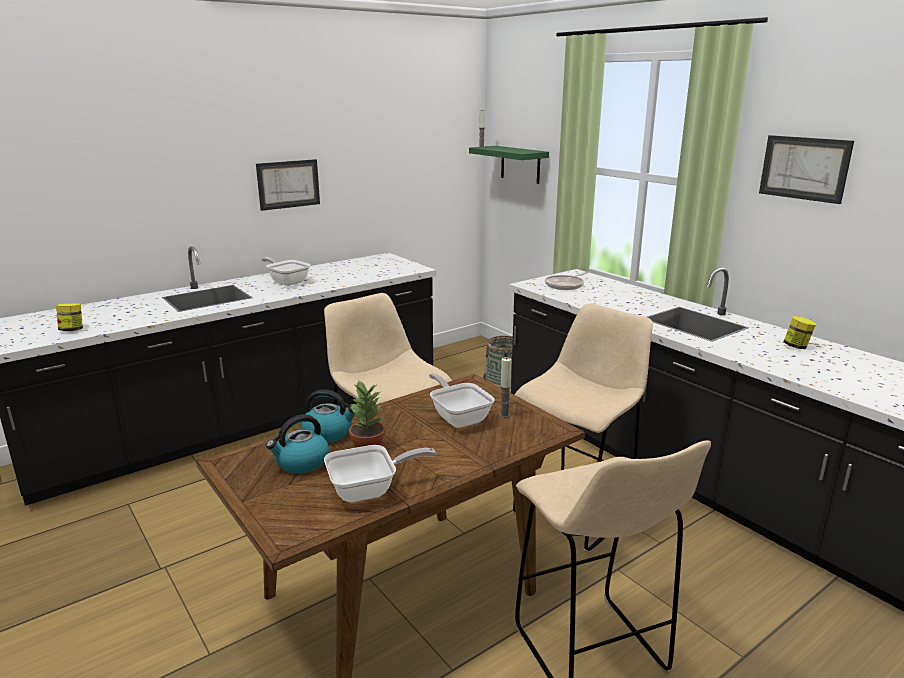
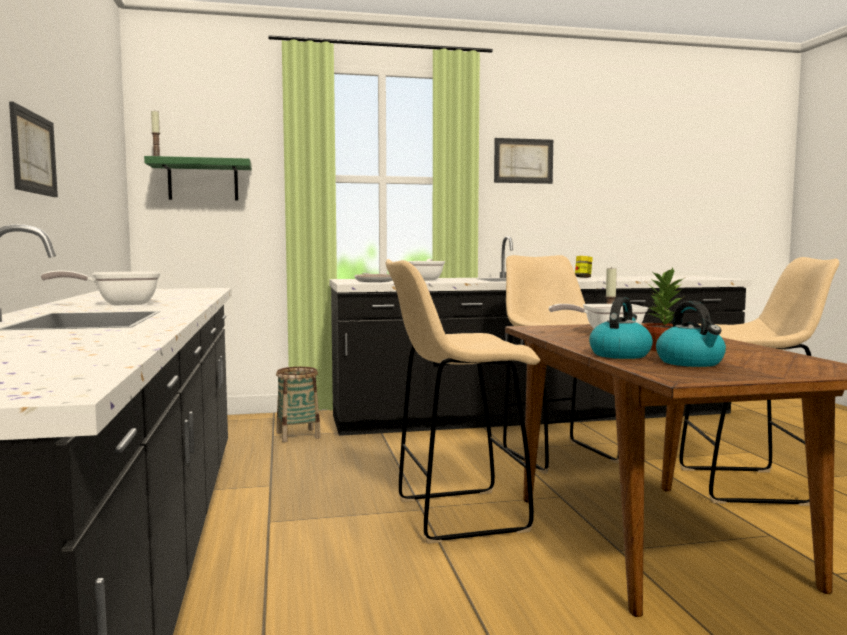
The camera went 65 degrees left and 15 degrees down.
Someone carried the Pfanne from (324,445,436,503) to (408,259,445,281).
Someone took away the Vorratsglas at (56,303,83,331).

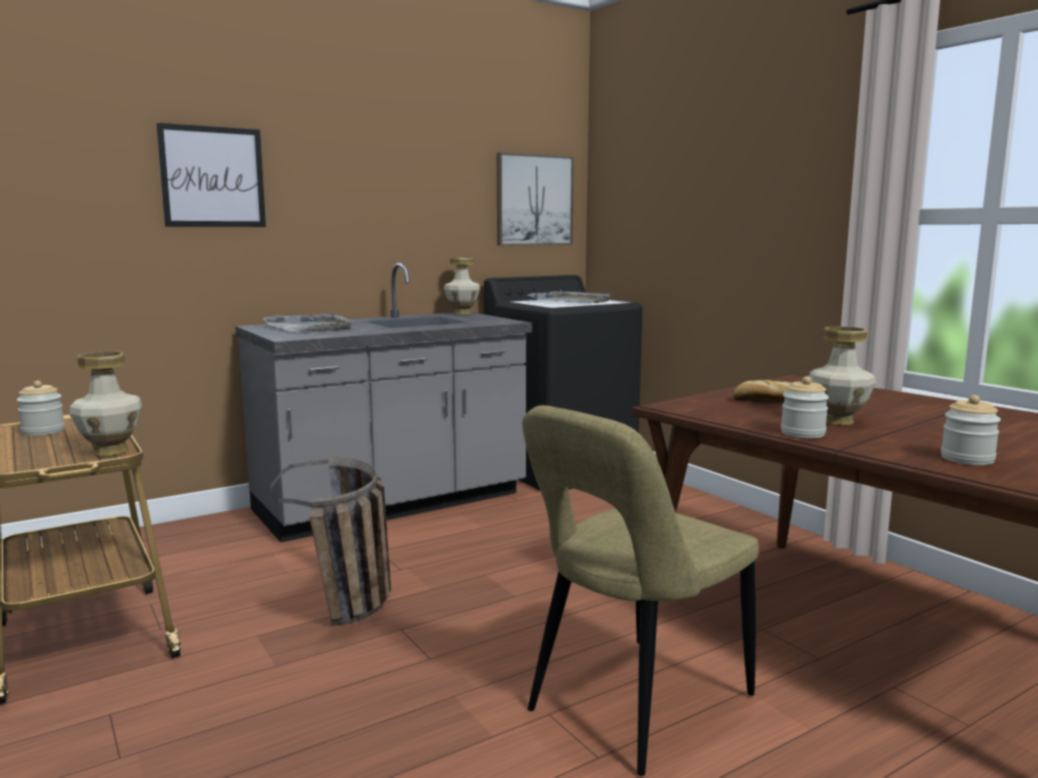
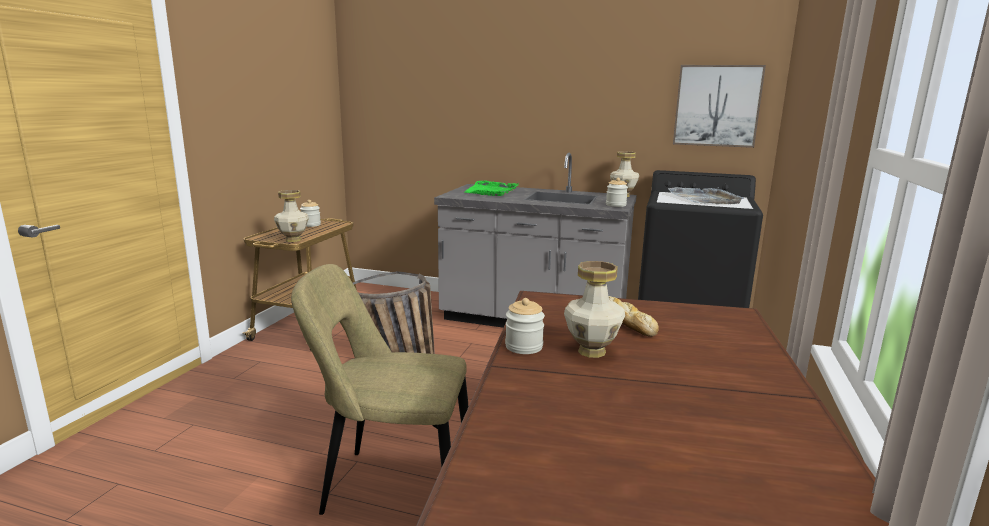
The camera went 50 degrees right and 5 degrees up.
Someone repainted the Tablett/grau at (263,313,355,332), which became the Tablett/grün at (465,181,519,196).
Someone carried the Vorratsglas from (941,395,1001,465) to (606,177,628,207).
Someone took away the Bild at (156,123,266,227).

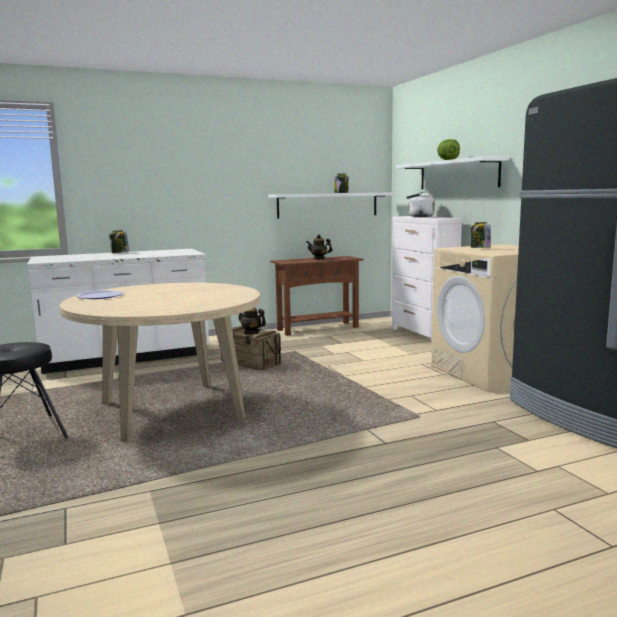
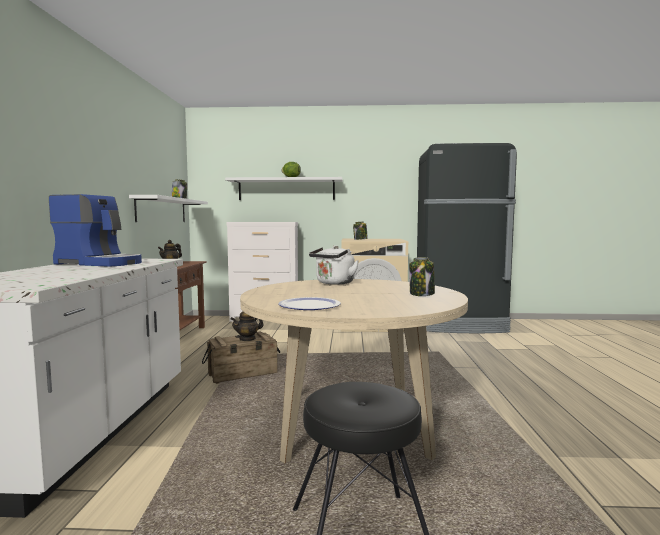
The camera went 65 degrees left and 5 degrees down.
Someone put down the Kaffeemaschine at (49,194,142,267).
Someone carried the Wasserkessel/weiß from (407,191,435,217) to (309,246,359,285).
Someone carried the Vorratsglas from (109,230,129,253) to (409,257,435,296).

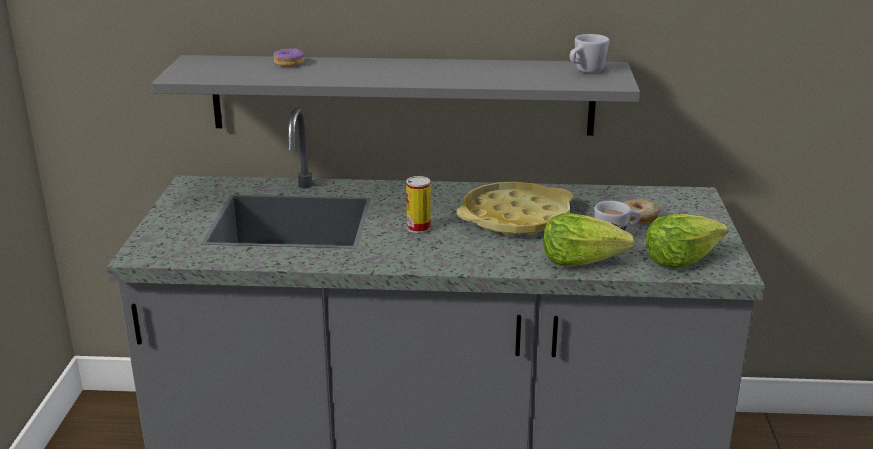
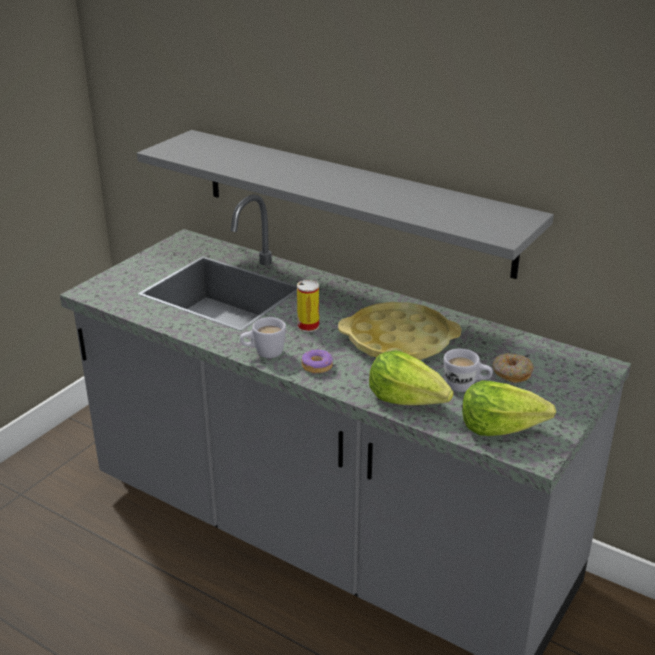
The camera went 30 degrees right and 5 degrees up.
Someone carried the Henkelbecher/weiß from (570,34,609,73) to (240,317,286,358).
Someone carried the Donut from (273,48,304,67) to (301,349,333,373).

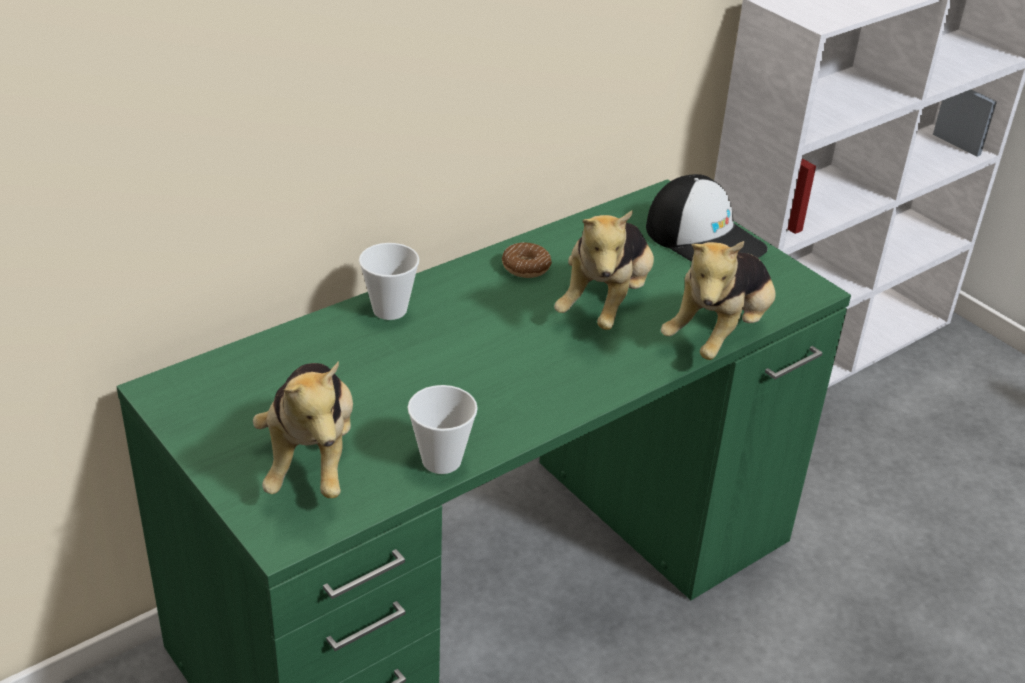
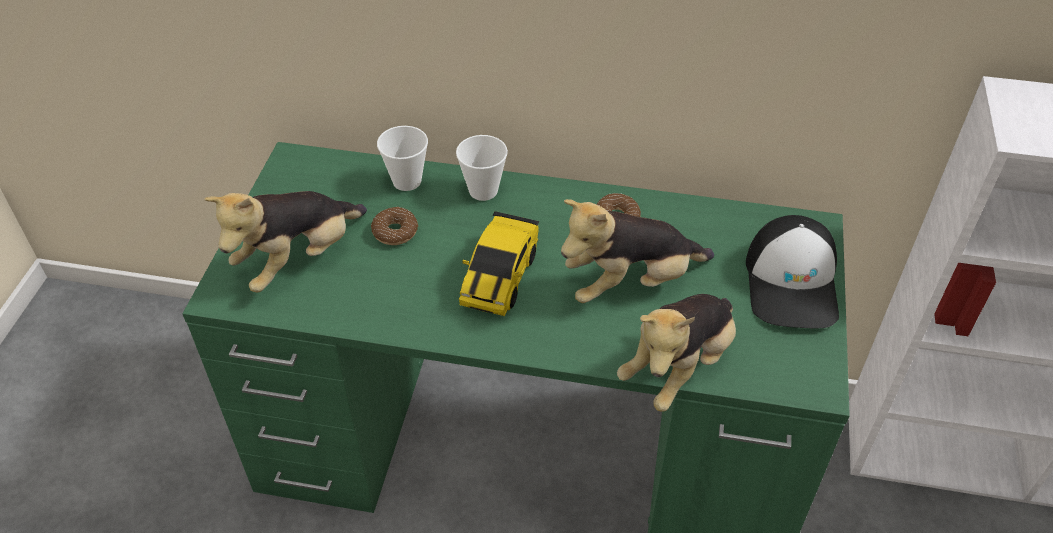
The camera went 50 degrees right and 10 degrees up.
Someone put down the Donut at (371,207,418,245).
Someone carried the Tasse from (408,385,478,474) to (377,126,428,191).
Someone put down the Spielzeugauto at (459,211,540,316).
Someone rotated the Plüschtier at (660,241,776,360) by 45 degrees counterclockwise.

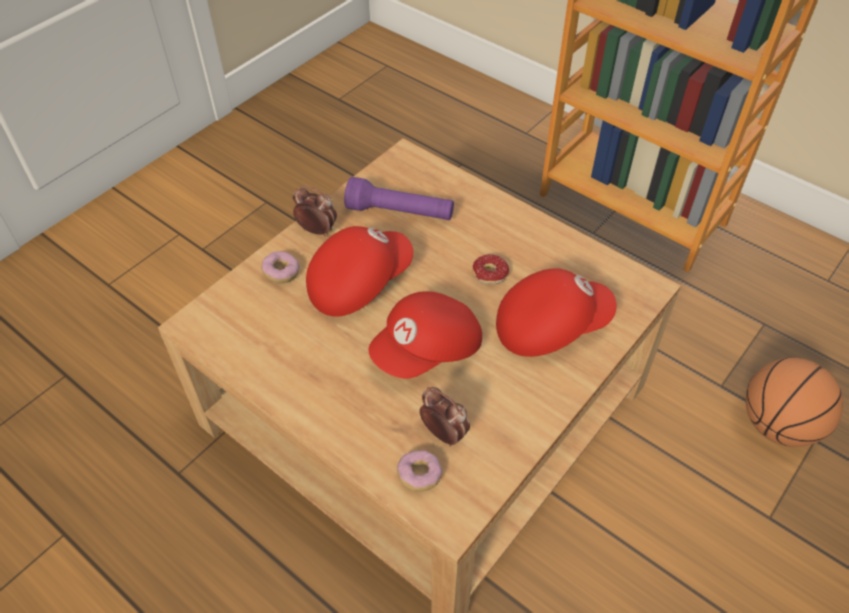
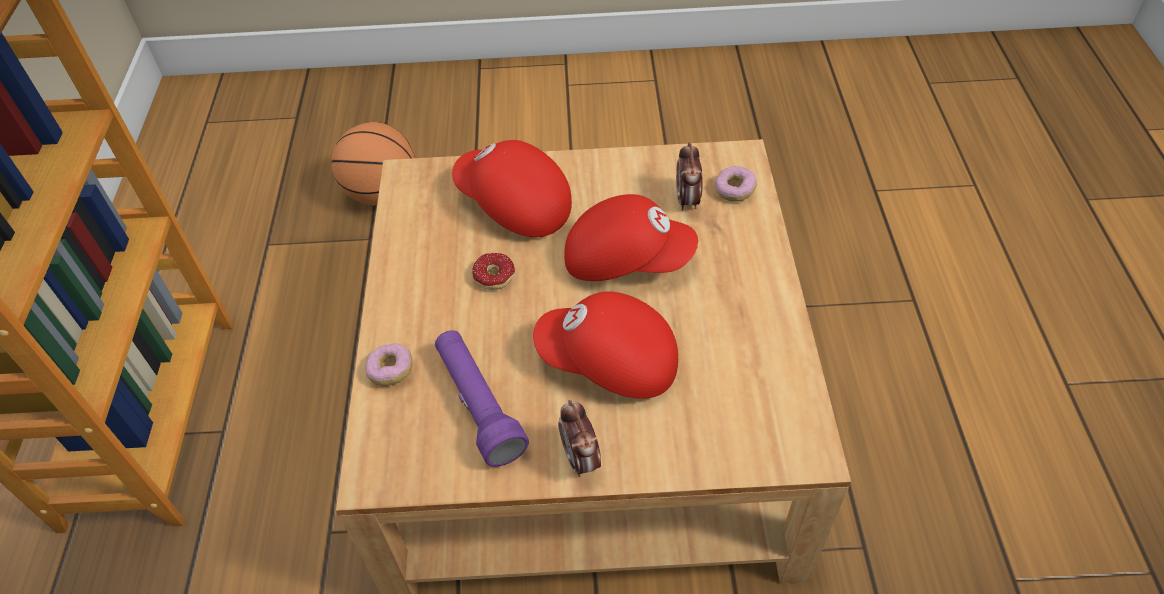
The camera went 130 degrees left and 0 degrees up.
Someone carried the Donut from (261,251,299,283) to (366,343,413,386).

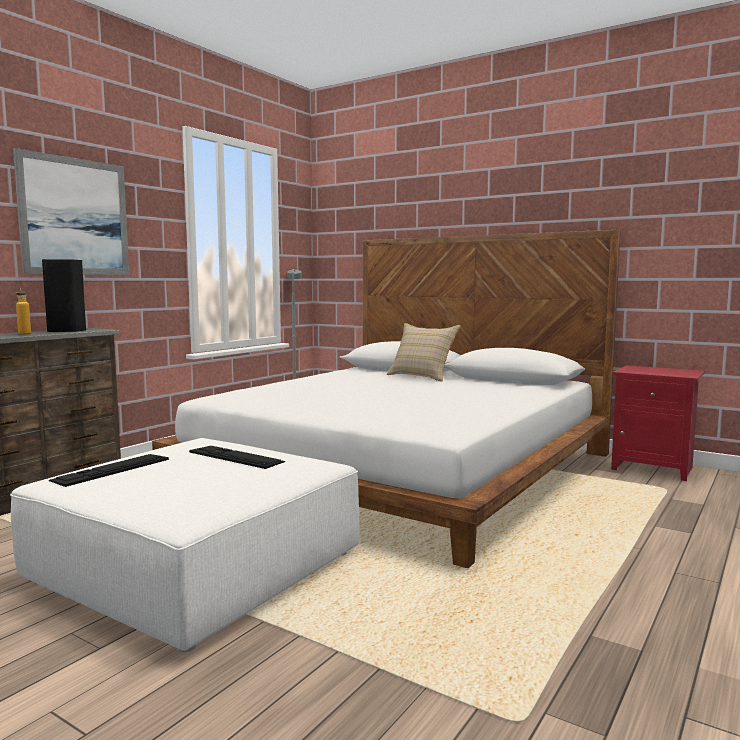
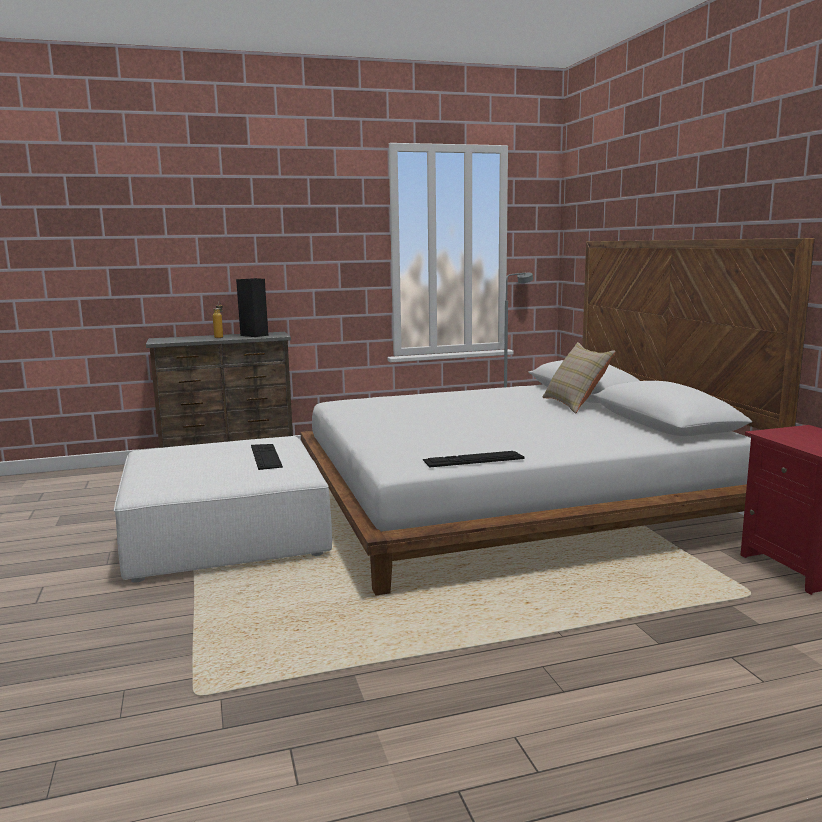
The camera went 40 degrees right and 5 degrees up.
Someone carried the Tastatur from (49,454,169,487) to (423,451,525,468).
Someone took away the Bild at (13,148,129,275).

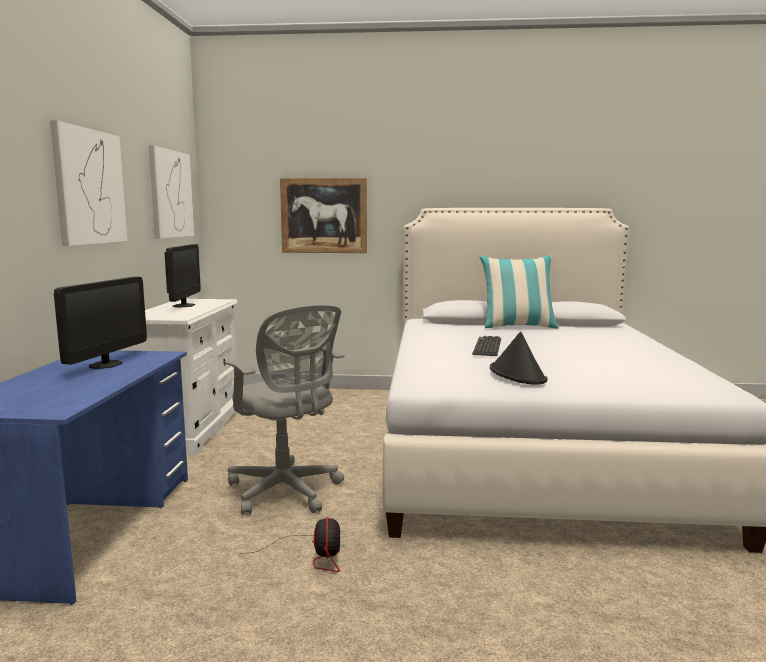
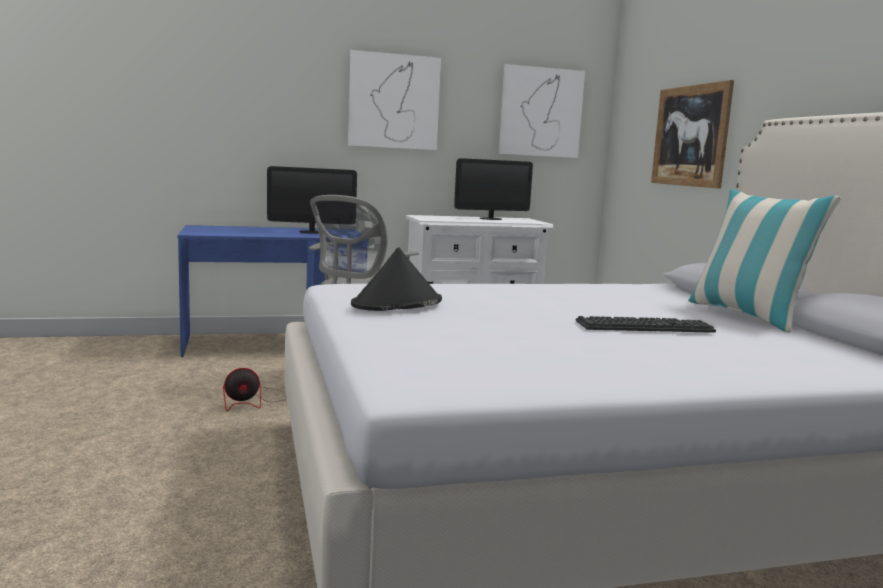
The camera went 70 degrees right and 0 degrees up.
Someone carried the Tastatur from (472,336,501,356) to (575,316,716,333).

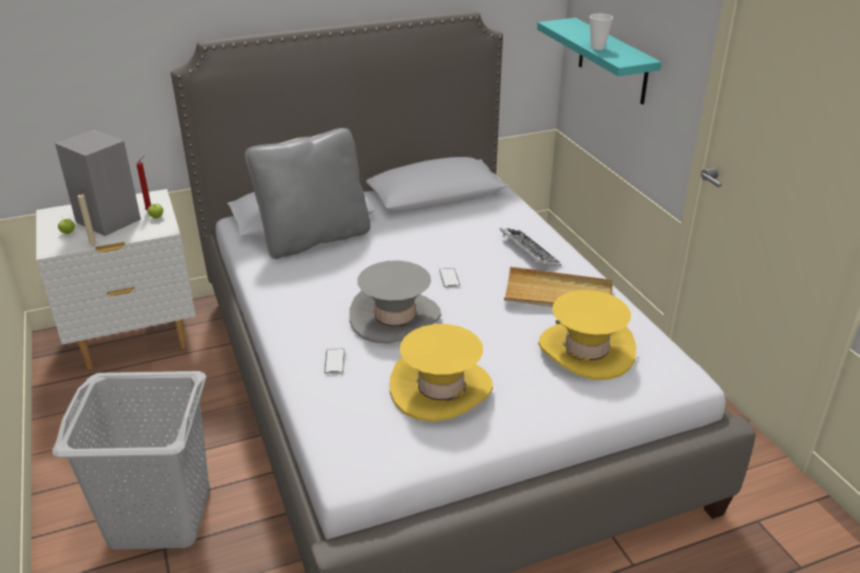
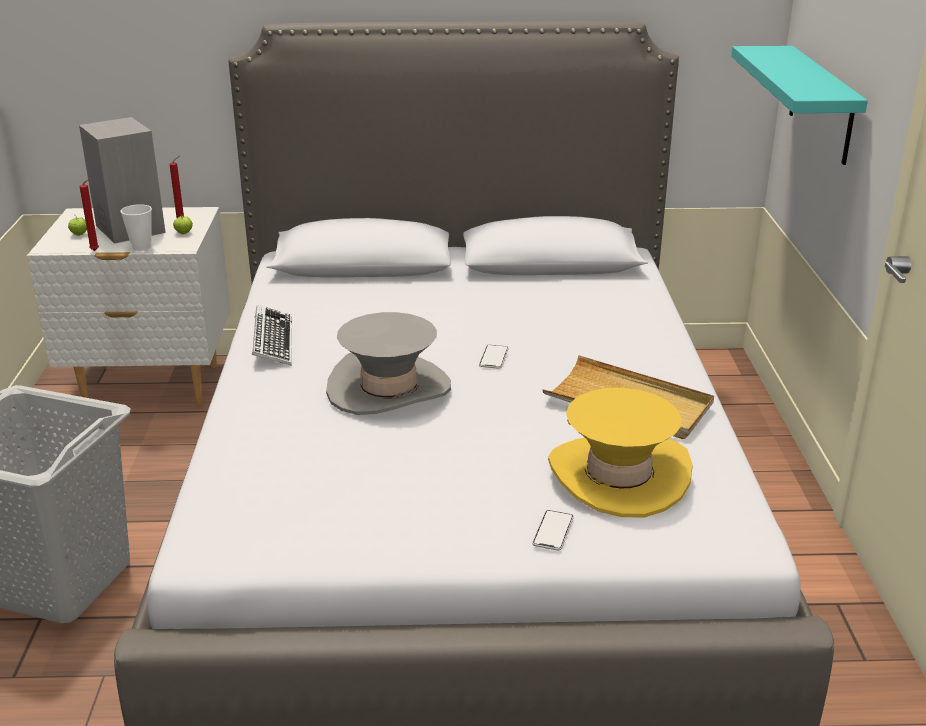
The camera went 20 degrees right and 5 degrees down.
Someone repainted the Kerze/beige at (77,189,97,246), which became the Kerze/rot at (80,178,99,251).
Someone carried the Tasse from (589,14,613,50) to (121,204,152,251).
Someone carried the Tastatur from (499,228,561,266) to (252,305,292,366).
Someone carried the Handy from (324,349,345,374) to (532,510,574,550).
Someone took away the Kissen/grau at (245,128,371,259).
Someone took away the Hut/gelb at (390,324,493,422).

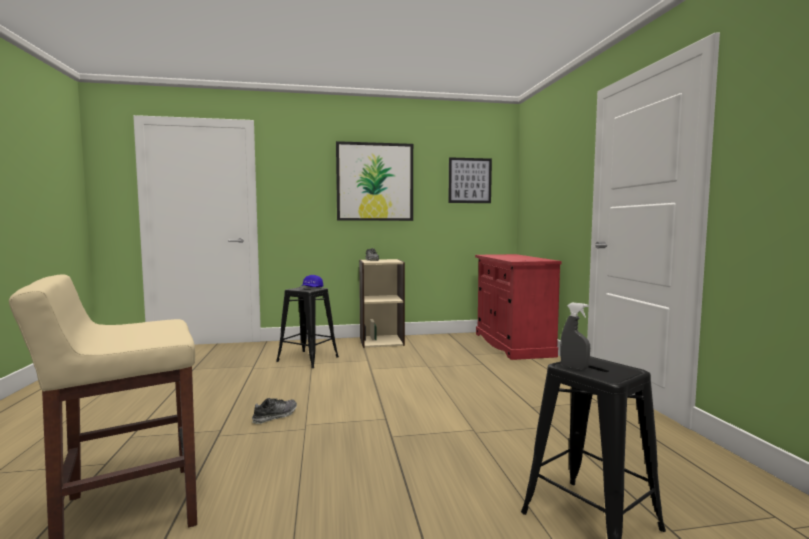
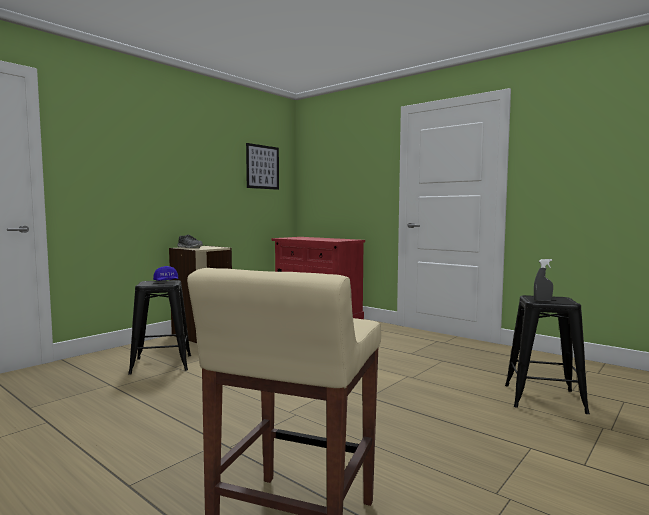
The camera went 40 degrees left and 0 degrees up.
Someone took away the Schuh at (252,398,297,424).
Someone took away the Bild at (336,141,413,221).

